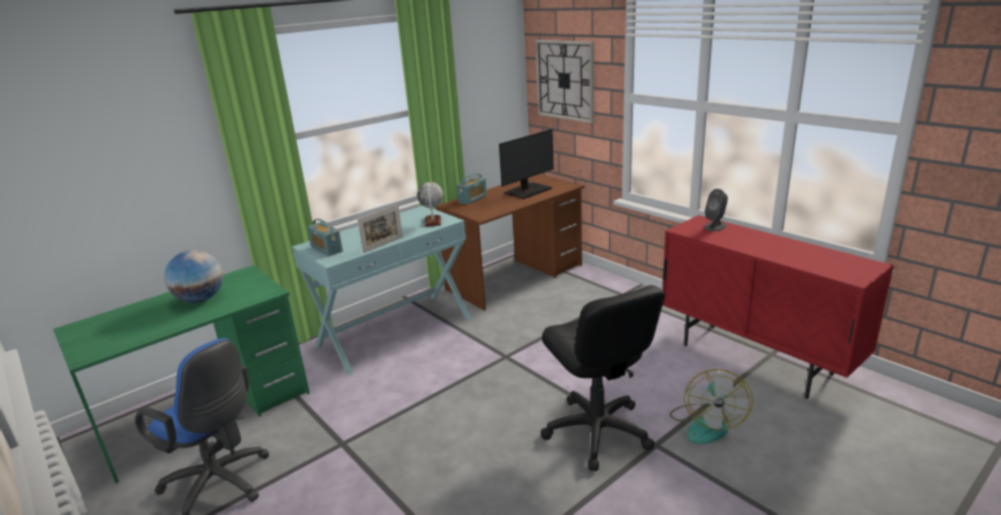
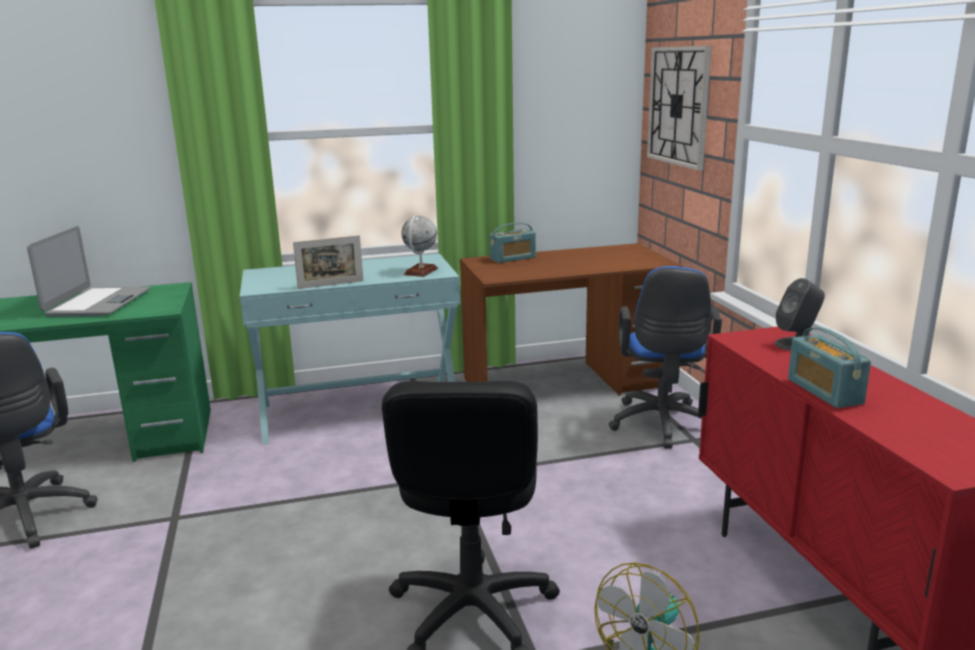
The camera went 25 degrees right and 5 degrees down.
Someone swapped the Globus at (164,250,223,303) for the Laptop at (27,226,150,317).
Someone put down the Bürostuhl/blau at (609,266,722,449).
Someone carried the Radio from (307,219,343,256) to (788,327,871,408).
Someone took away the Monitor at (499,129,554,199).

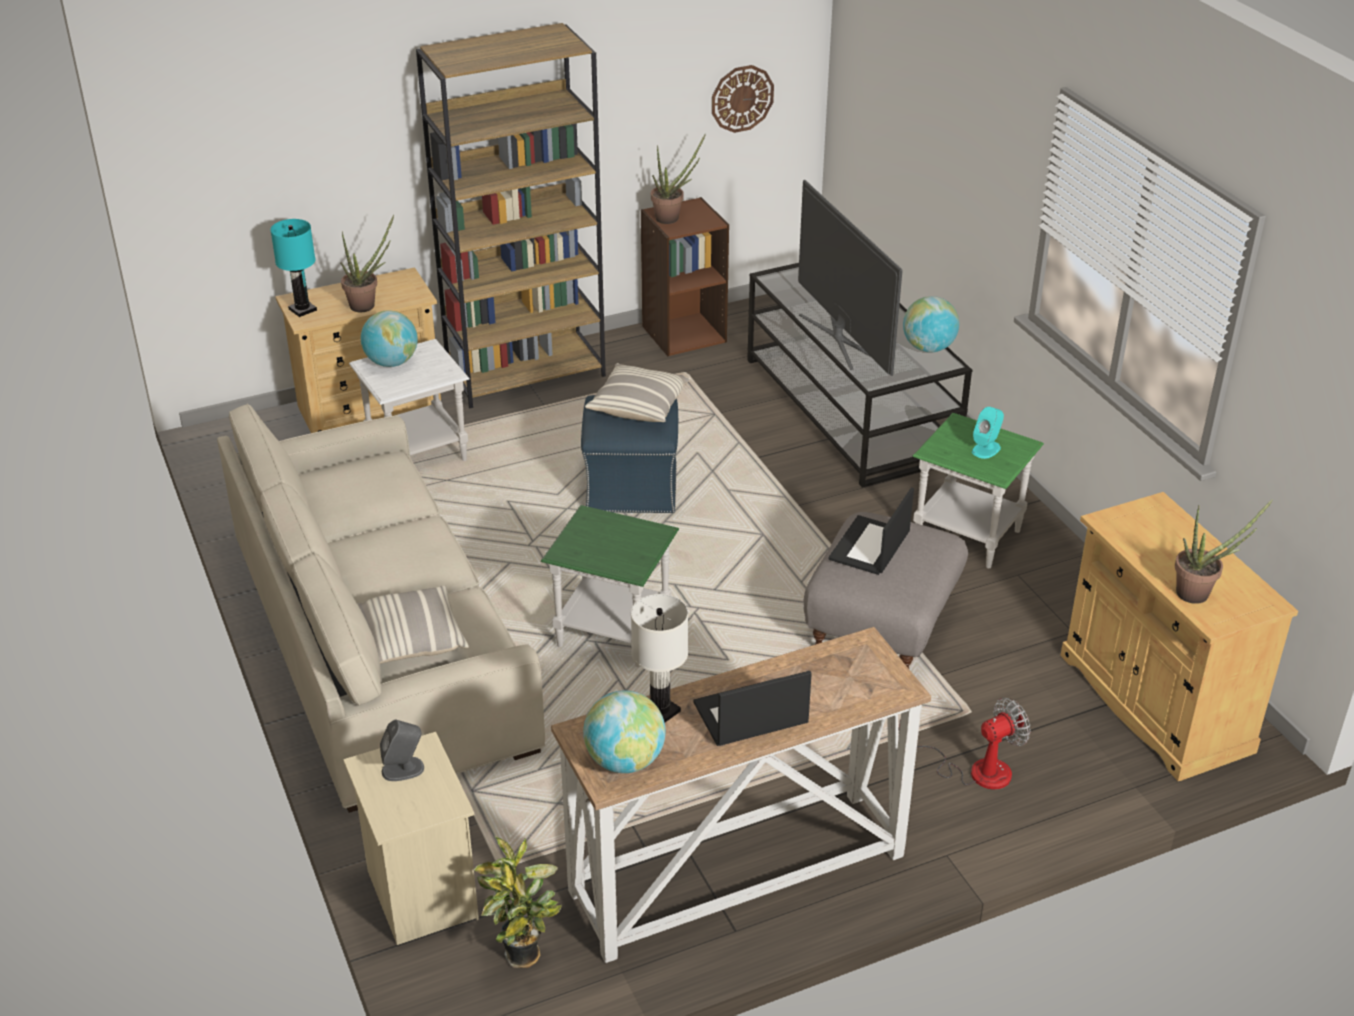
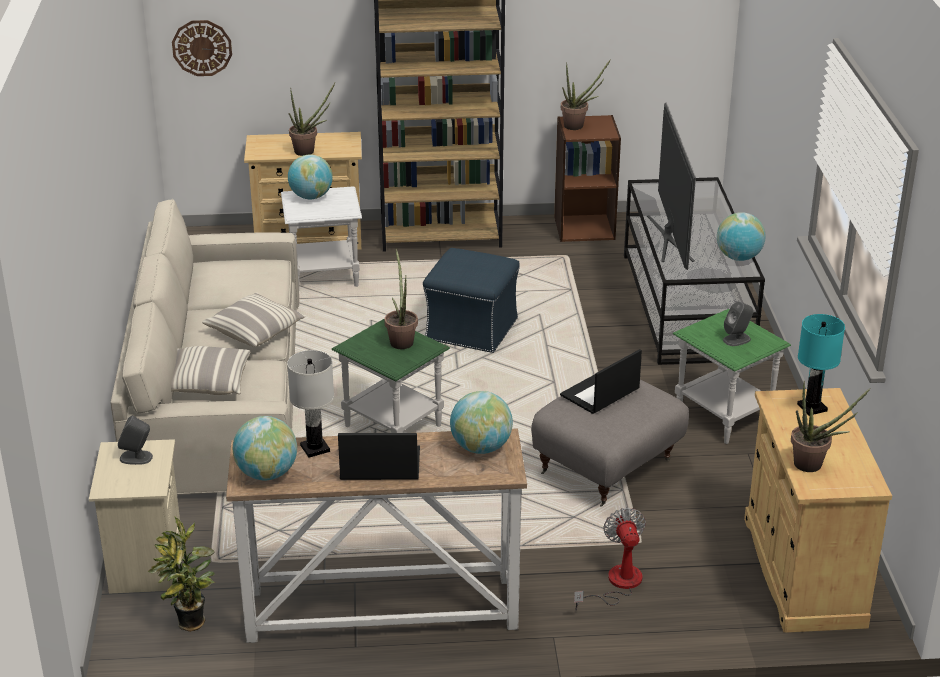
The camera went 20 degrees right and 5 degrees down.
Someone carried the Wanduhr from (712,65,774,133) to (172,20,232,76).
Someone carried the Kissen from (585,363,691,422) to (202,293,306,347).
Someone put down the Topfpflanze at (384,248,418,349).
Someone put down the Globus at (450,391,513,454).
Someone rotated the Ventilator at (898,698,1031,790) by 90 degrees counterclockwise.
Someone repainted the Lautsprecher/türkis at (972,407,1004,459), which became the Lautsprecher/grau at (723,301,754,346).
Someone carried the Tischlampe/türkis from (270,219,317,317) to (797,314,845,416).

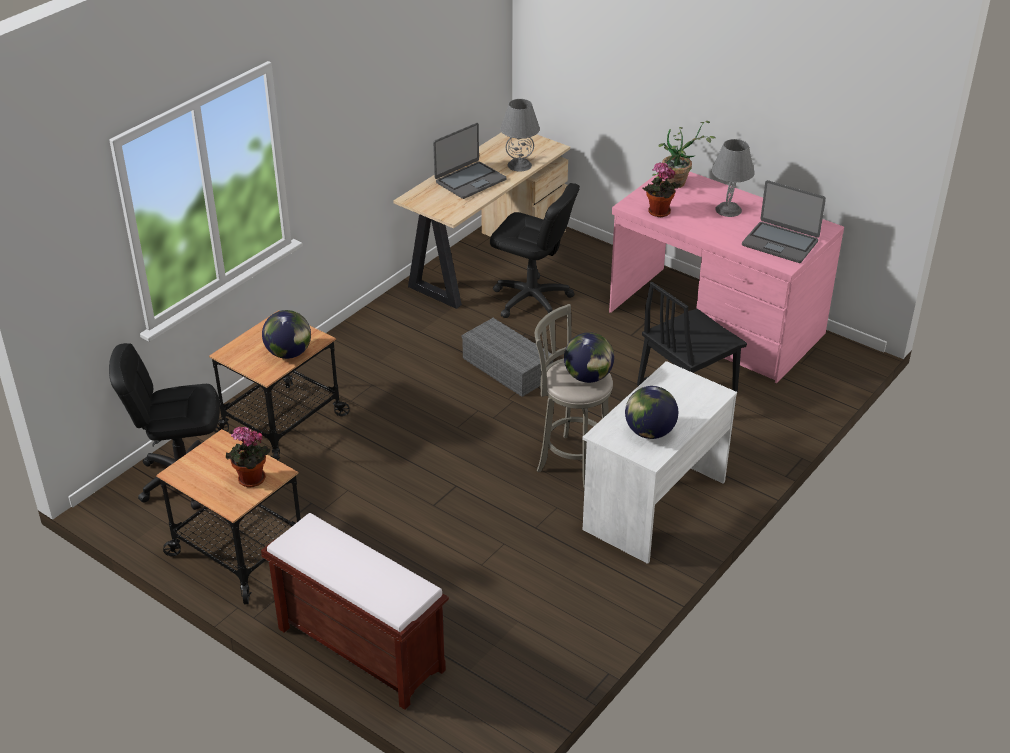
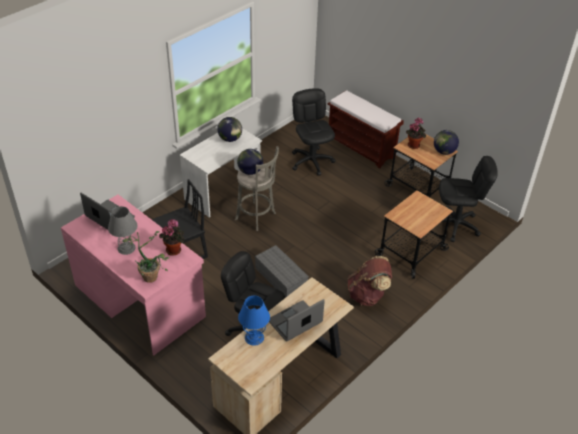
The camera went 175 degrees left and 5 degrees up.
Someone repainted the Tischlampe/grau at (500,99,540,171), which became the Tischlampe/blau at (238,296,270,346).
Someone put down the Bürostuhl/schwarz at (292,88,335,176).
Someone put down the Rucksack/braun at (348,256,392,306).
Someone carried the Globus from (262,310,311,359) to (434,130,459,155).

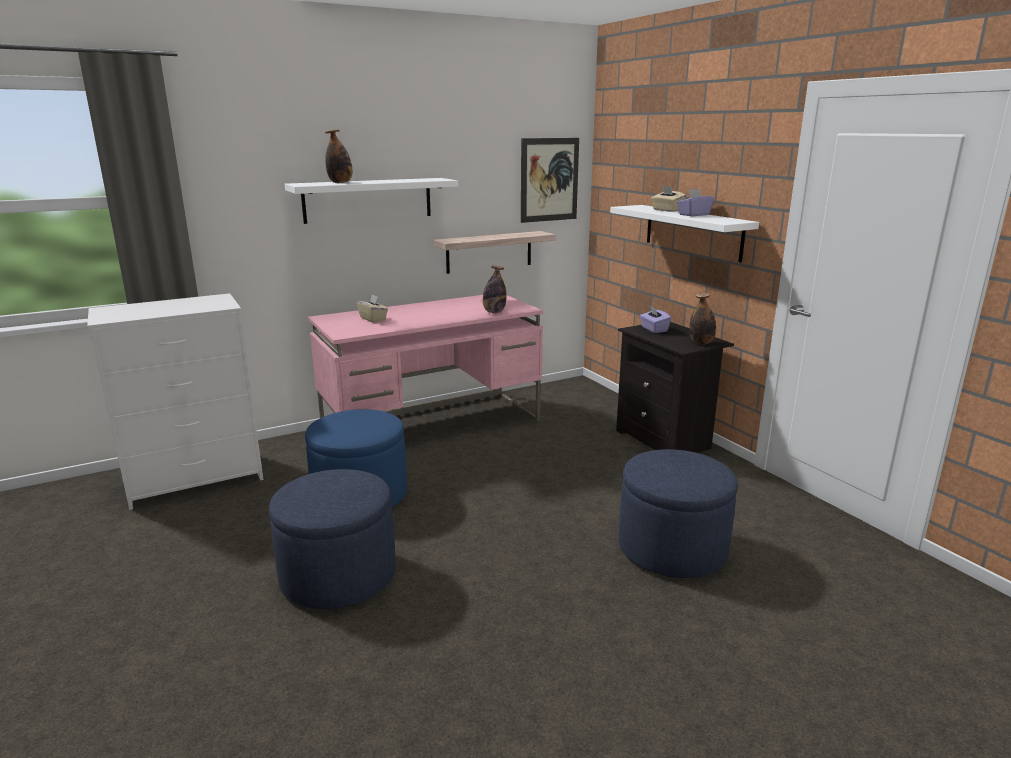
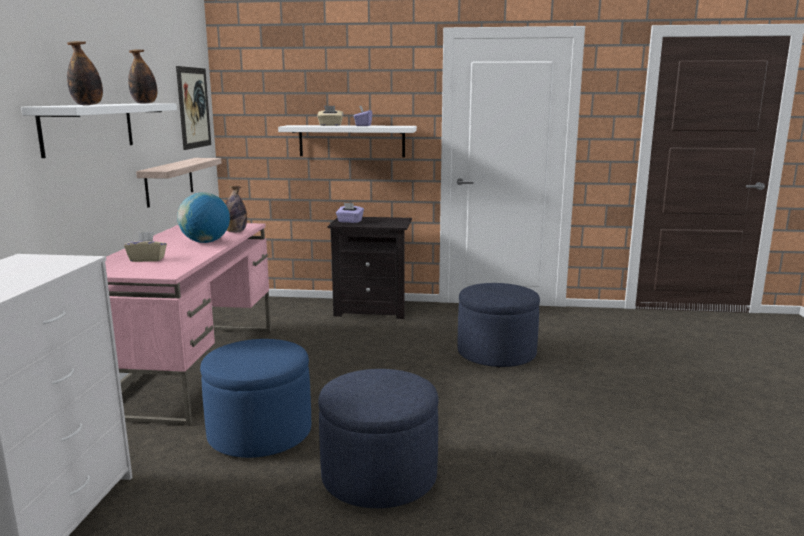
The camera went 55 degrees left and 5 degrees down.
Someone carried the Flasche from (689,292,716,344) to (128,50,157,104).
Someone put down the Globus at (177,192,230,243).

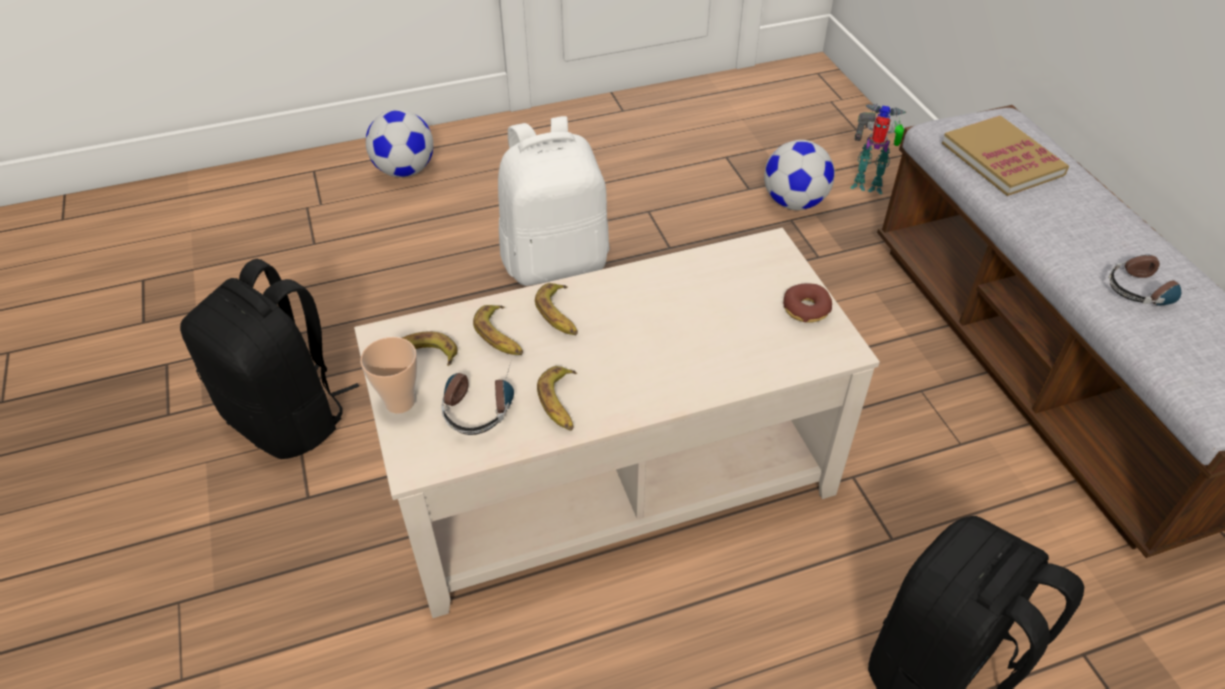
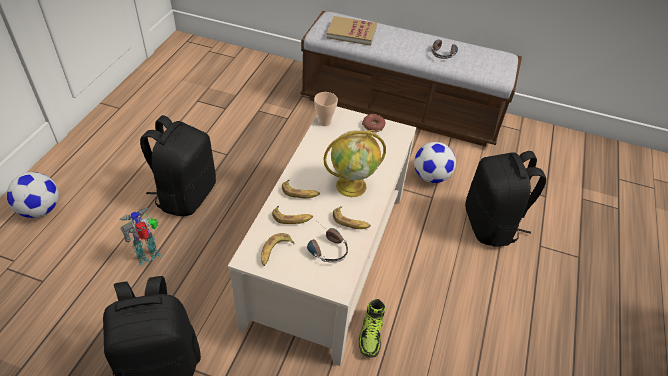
The camera went 55 degrees left and 0 degrees up.
Someone carried the Spielzeugroboter from (850,104,906,194) to (119,208,162,266).
Someone repainted the Rucksack/weiß at (498,116,609,286), which became the Rucksack/schwarz at (140,115,216,216).
Someone carried the Tasse from (360,337,417,414) to (314,92,338,126).
Someone put down the Globus at (323,130,386,197).
Someone put down the Schuh at (359,299,385,358).
Someone carried the Fußball from (764,140,835,210) to (414,142,456,183).

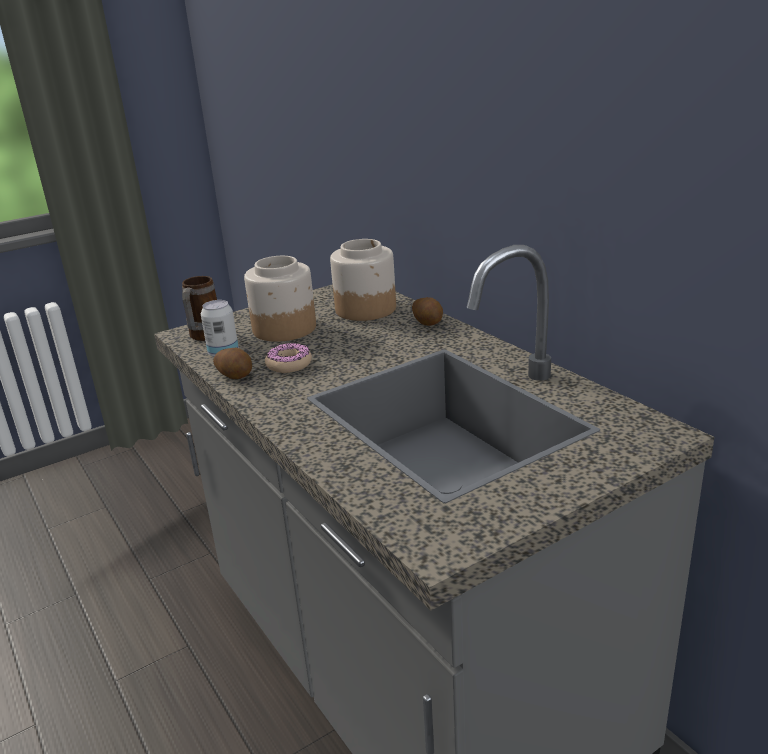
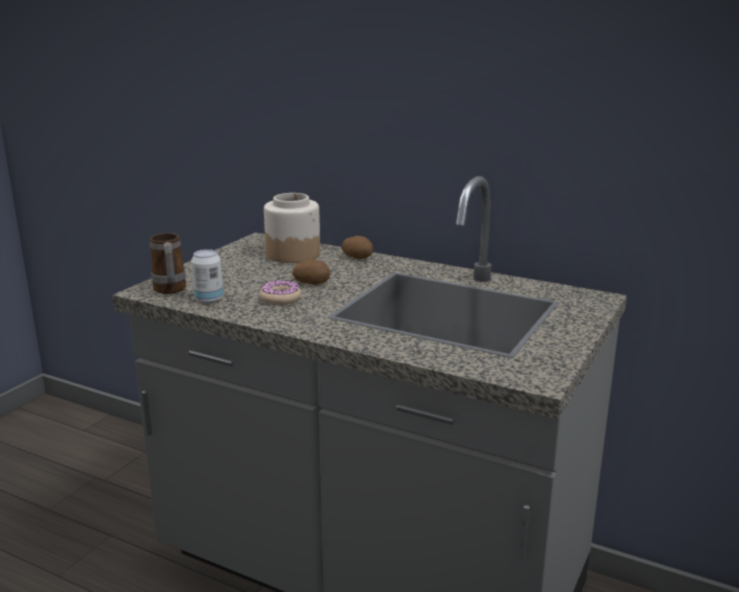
The camera went 30 degrees left and 5 degrees down.
Someone carried the Kartoffel from (213,348,252,379) to (292,259,330,285).
Someone took away the Vorratsglas at (244,256,316,342).

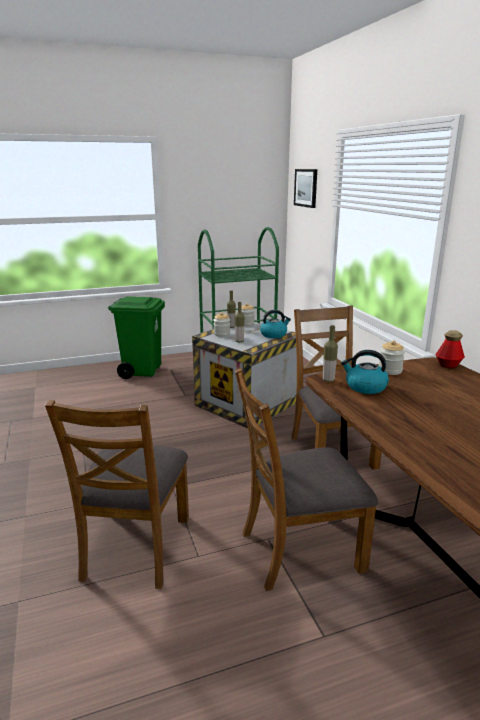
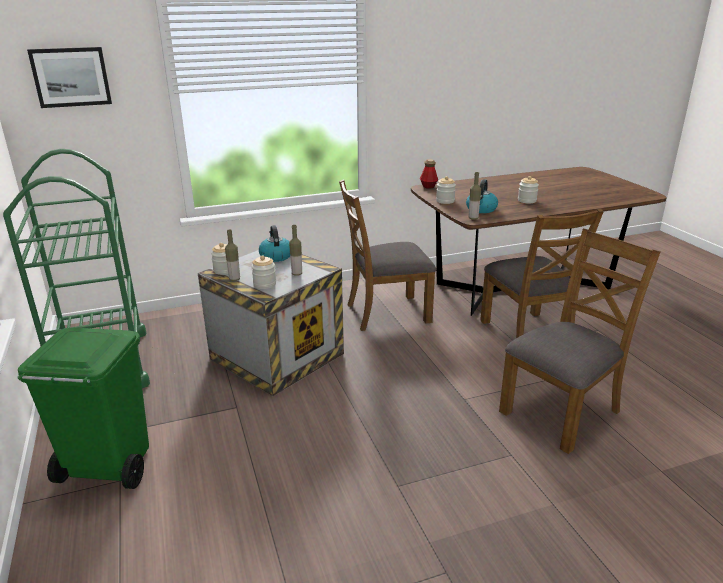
The camera went 90 degrees left and 5 degrees up.
Someone rotated the Stuhl/braun at (45,400,189,589) by 45 degrees counterclockwise.
Someone put down the Vorratsglas at (518,176,539,203).

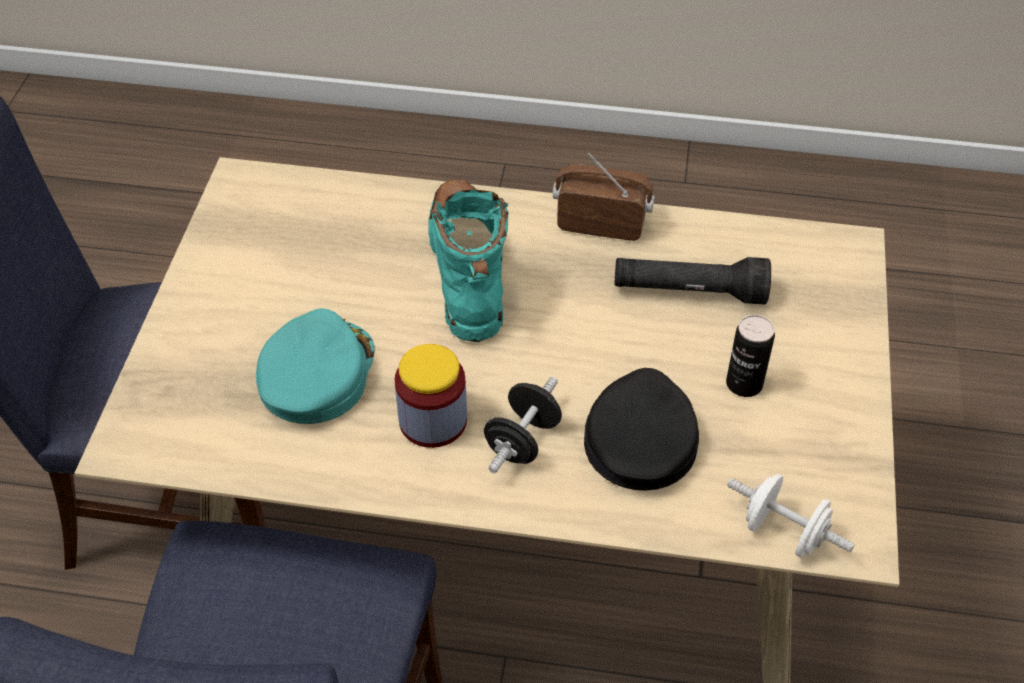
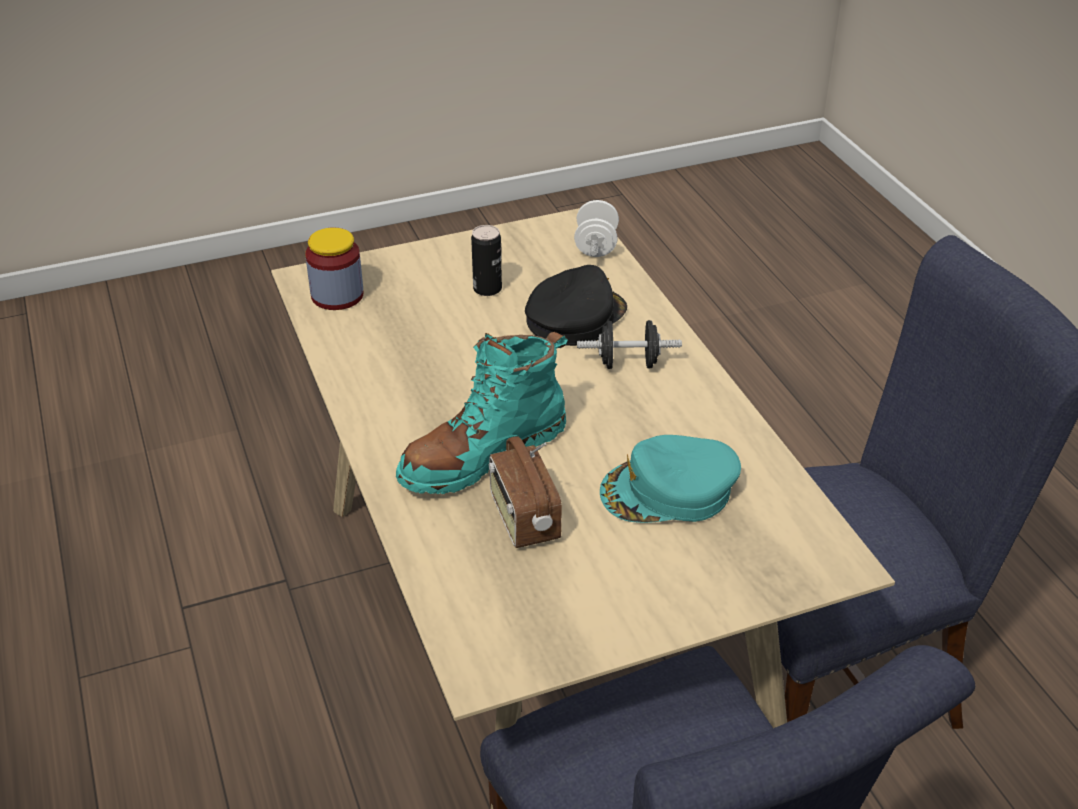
The camera went 120 degrees left and 10 degrees down.
Someone carried the Vorratsglas from (395,344,467,448) to (305,228,363,310).
Someone carried the Radio from (552,153,654,241) to (489,436,562,548).
Someone rotated the Kappe/schwarz at (584,368,699,491) by 150 degrees clockwise.
Someone took away the Taschenlampe/schwarz at (614,257,771,305).

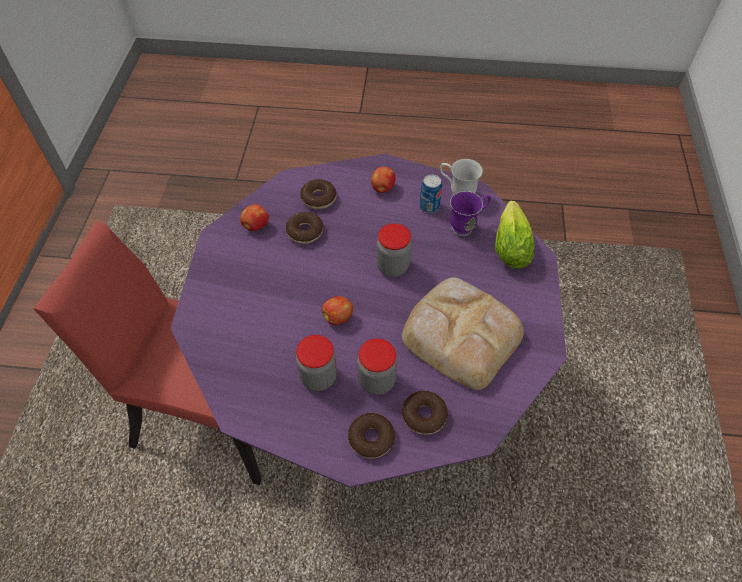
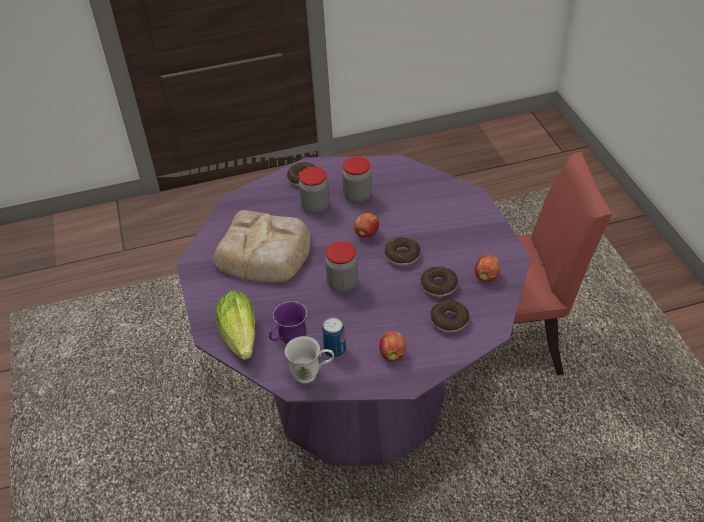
The camera went 160 degrees right and 10 degrees down.
Someone carried the Donut from (402,391,448,435) to (385,237,420,266).

